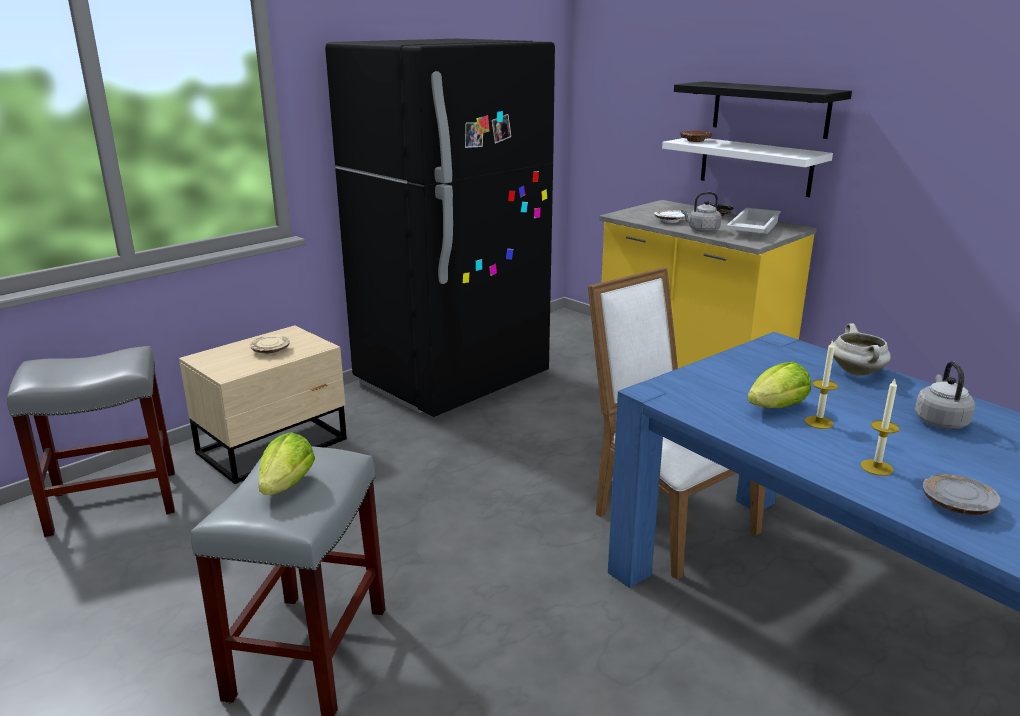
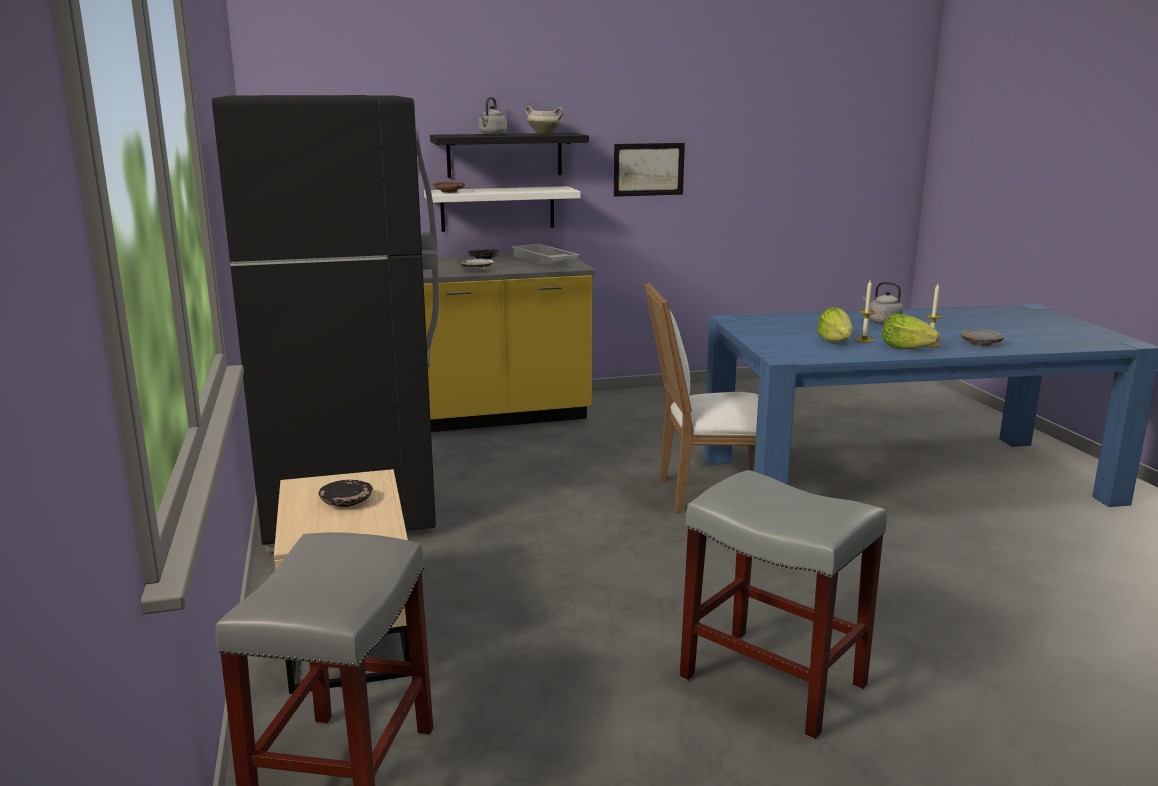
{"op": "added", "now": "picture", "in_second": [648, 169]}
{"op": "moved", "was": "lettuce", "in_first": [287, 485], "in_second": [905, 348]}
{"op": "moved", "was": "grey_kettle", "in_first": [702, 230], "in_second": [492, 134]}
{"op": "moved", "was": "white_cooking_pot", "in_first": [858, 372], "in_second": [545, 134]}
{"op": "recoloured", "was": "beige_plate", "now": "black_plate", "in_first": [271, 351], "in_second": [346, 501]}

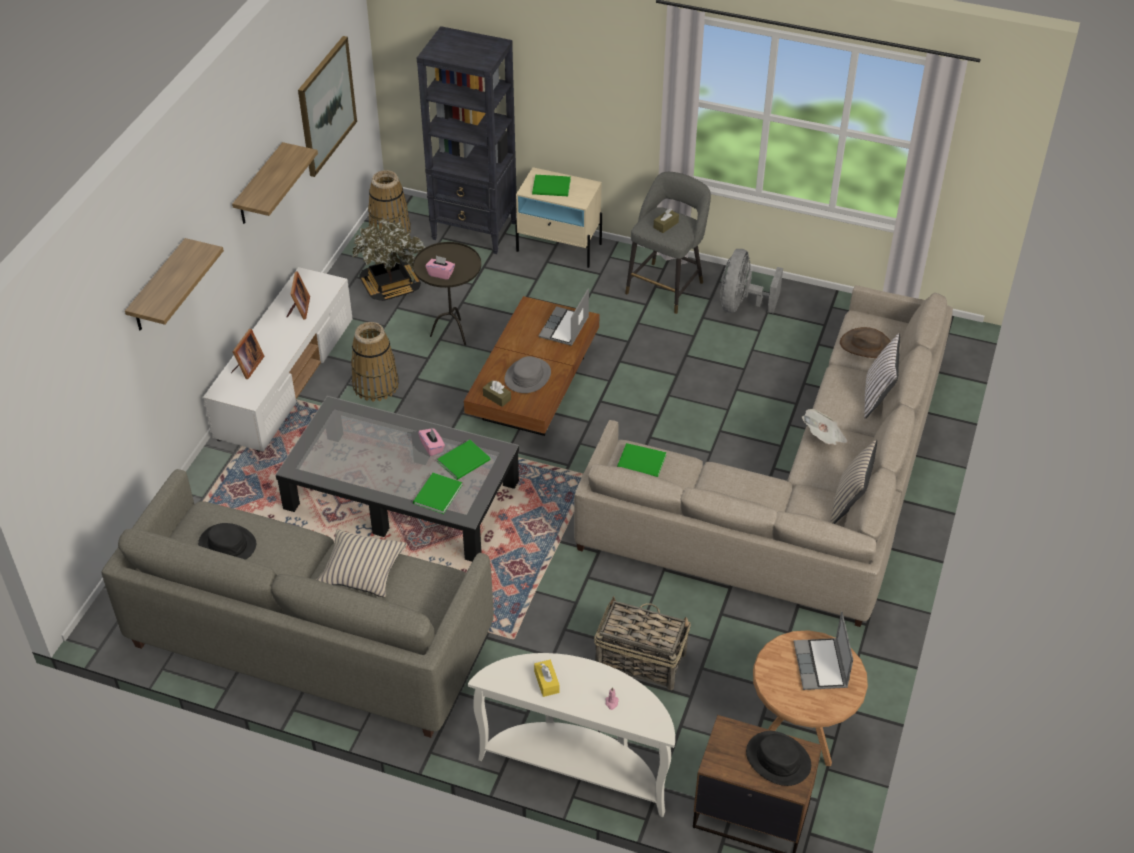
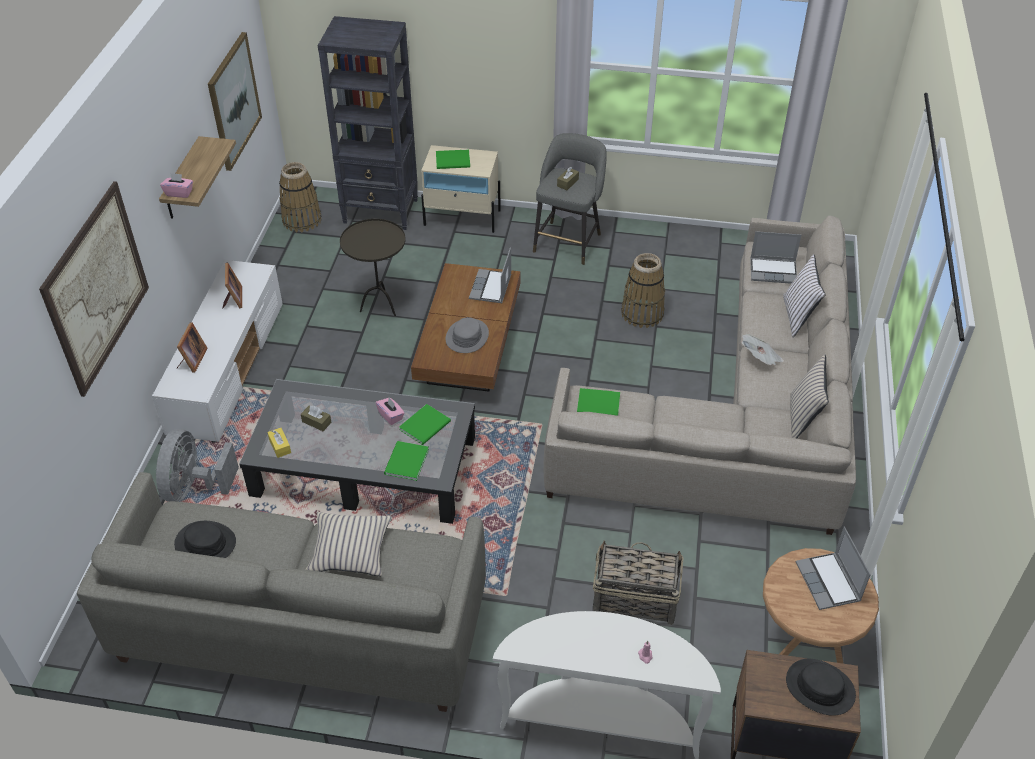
{"op": "removed", "was": "potted_plant", "in_first": [390, 286]}
{"op": "moved", "was": "basket", "in_first": [375, 385], "in_second": [642, 313]}
{"op": "moved", "was": "pink_tissue_box", "in_first": [441, 274], "in_second": [179, 193]}
{"op": "moved", "was": "brown_tissue_box", "in_first": [497, 397], "in_second": [316, 422]}
{"op": "moved", "was": "yellow_tissue_box", "in_first": [546, 682], "in_second": [280, 446]}
{"op": "moved", "was": "grey_fan", "in_first": [741, 305], "in_second": [194, 487]}
{"op": "replaced", "was": "shelf", "now": "picture", "in_first": [158, 287], "in_second": [97, 288]}
{"op": "replaced", "was": "brown_hat", "now": "laptop", "in_first": [866, 345], "in_second": [773, 271]}

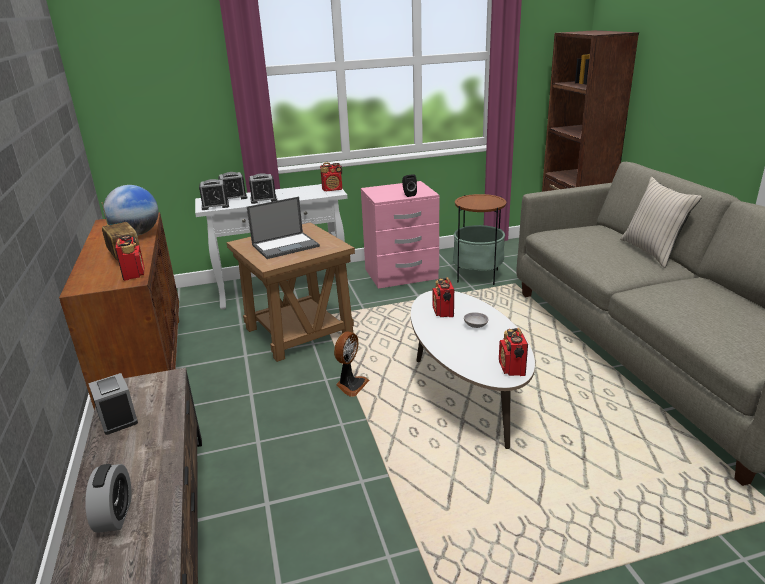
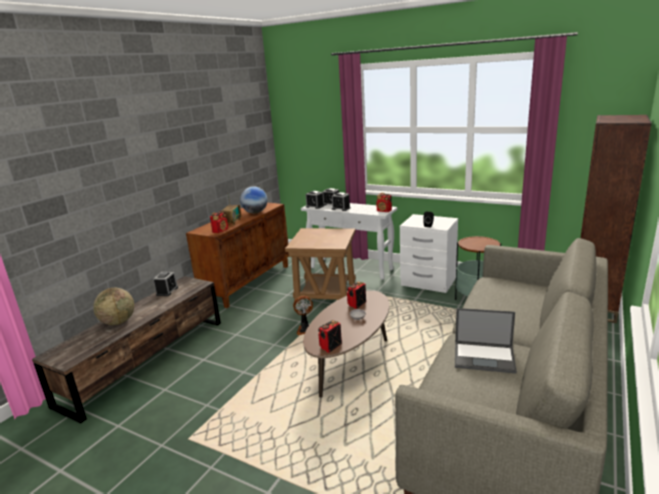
{"op": "removed", "was": "beige_pillow", "in_first": [652, 252]}
{"op": "moved", "was": "laptop", "in_first": [286, 245], "in_second": [485, 357]}
{"op": "replaced", "was": "alarm_clock", "now": "globe", "in_first": [115, 515], "in_second": [118, 322]}
{"op": "recoloured", "was": "pink_nightstand", "now": "white_nightstand", "in_first": [401, 275], "in_second": [428, 282]}
{"op": "recoloured", "was": "white_coffee_table", "now": "brown_coffee_table", "in_first": [466, 390], "in_second": [351, 360]}

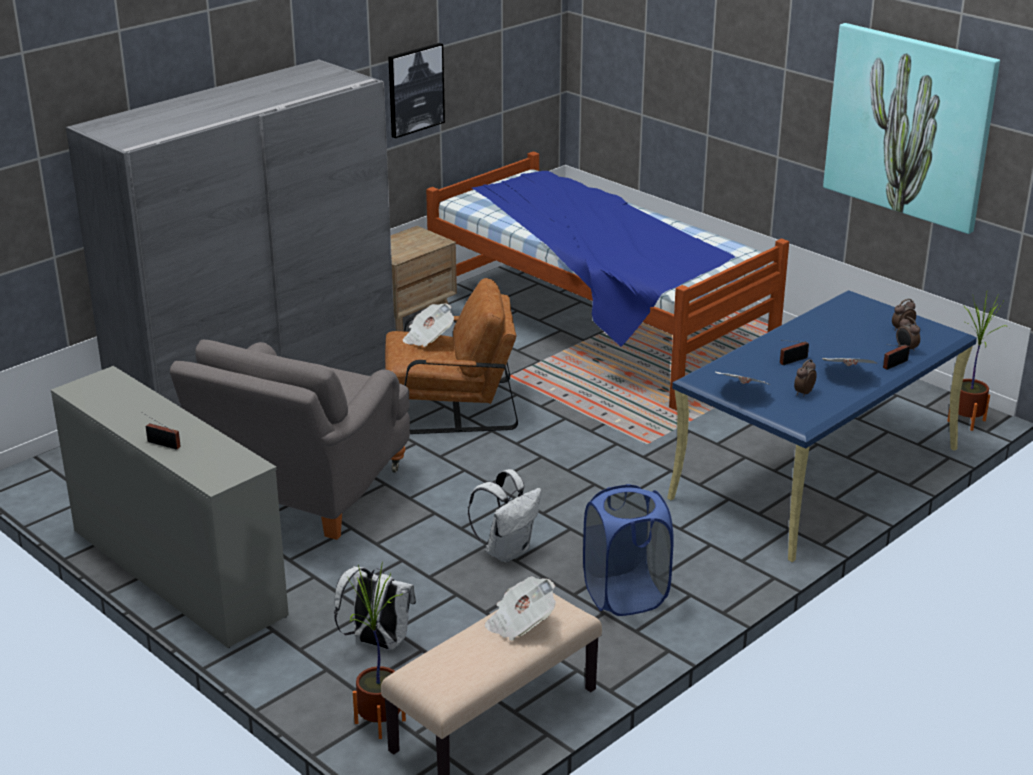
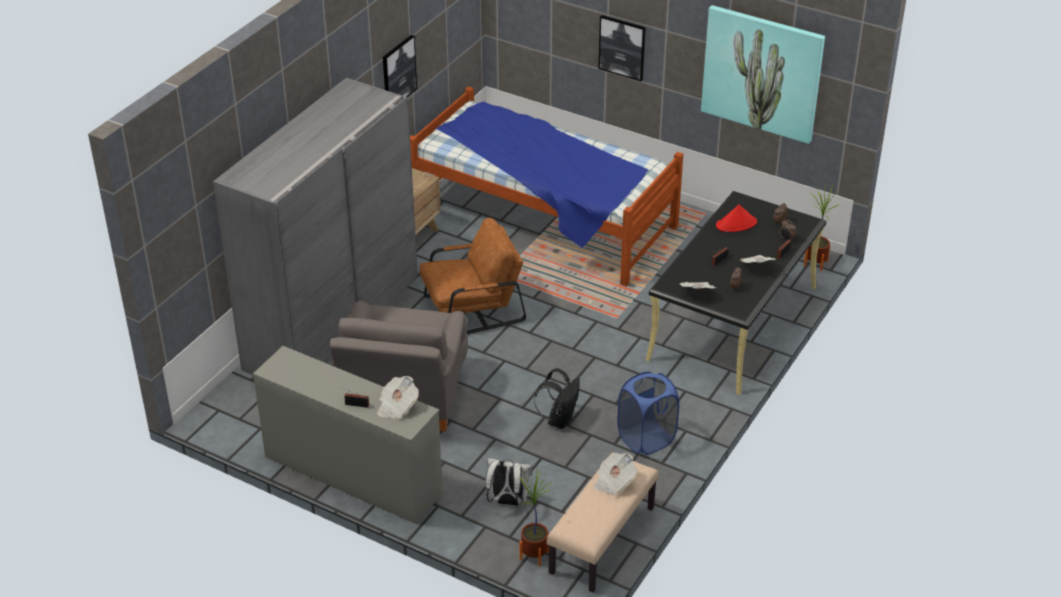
{"op": "added", "now": "picture", "in_second": [622, 47]}
{"op": "added", "now": "red_hat", "in_second": [736, 224]}
{"op": "moved", "was": "newspaper", "in_first": [428, 338], "in_second": [397, 406]}
{"op": "recoloured", "was": "white_backpack", "now": "black_backpack", "in_first": [507, 551], "in_second": [559, 419]}
{"op": "recoloured", "was": "blue_desk", "now": "black_desk", "in_first": [815, 473], "in_second": [732, 323]}

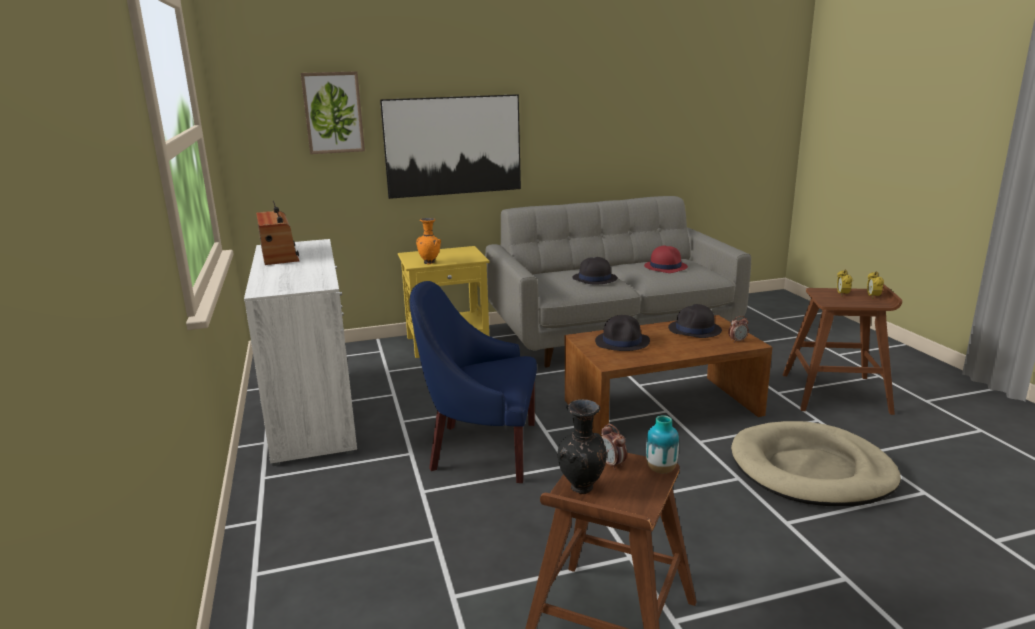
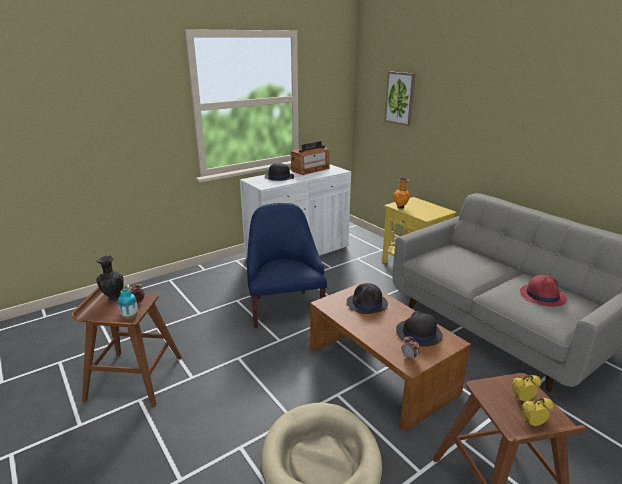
{"op": "removed", "was": "picture", "in_first": [453, 146]}
{"op": "moved", "was": "black_hat", "in_first": [594, 279], "in_second": [279, 177]}

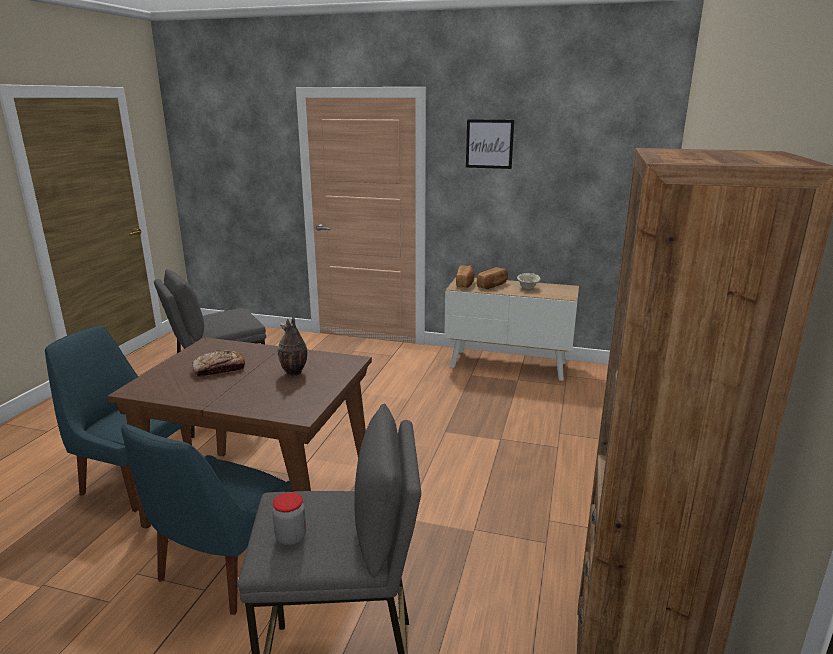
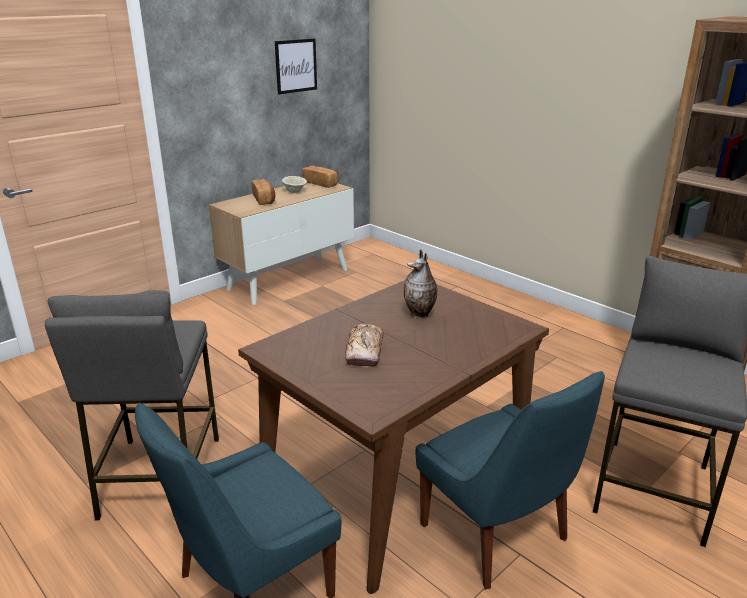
{"op": "removed", "was": "jar", "in_first": [291, 537]}
{"op": "moved", "was": "bread", "in_first": [465, 283], "in_second": [321, 184]}
{"op": "moved", "was": "picture", "in_first": [489, 144], "in_second": [296, 66]}

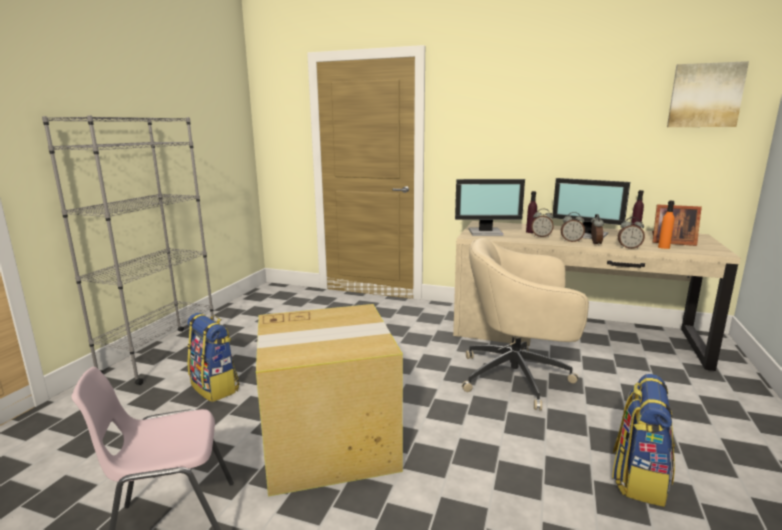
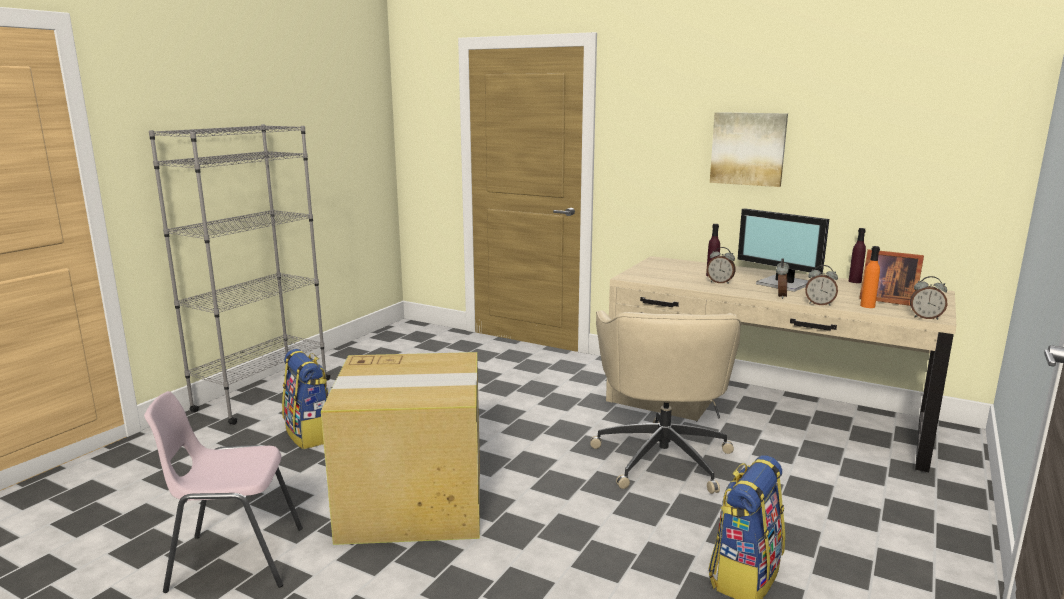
{"op": "removed", "was": "monitor", "in_first": [486, 233]}
{"op": "moved", "was": "alarm_clock", "in_first": [571, 241], "in_second": [925, 317]}
{"op": "moved", "was": "picture", "in_first": [705, 95], "in_second": [748, 148]}
{"op": "turned", "was": "beige_office_chair", "in_first": [518, 377], "in_second": [662, 456], "clockwise": -105}

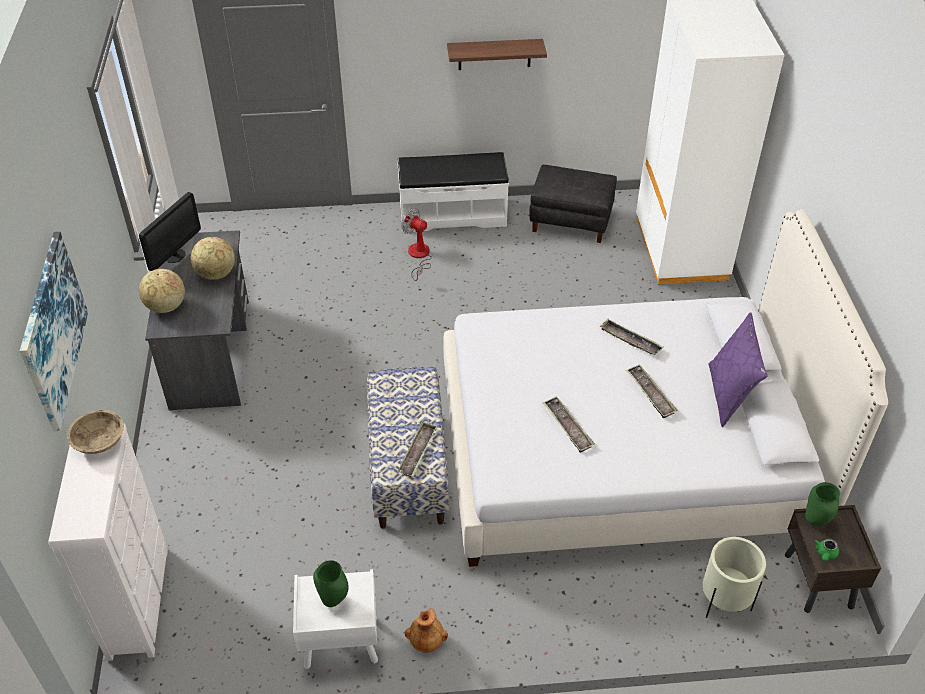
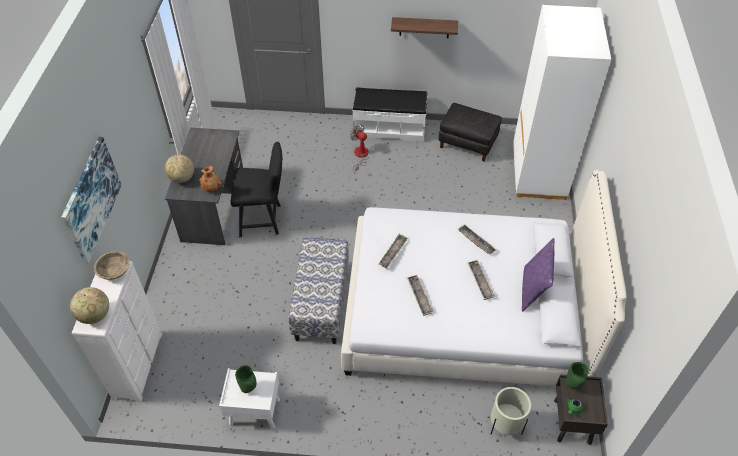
{"op": "removed", "was": "monitor", "in_first": [175, 255]}
{"op": "added", "now": "black_chair", "in_second": [264, 220]}
{"op": "moved", "was": "globe", "in_first": [216, 274], "in_second": [95, 315]}
{"op": "moved", "was": "tray", "in_first": [418, 451], "in_second": [393, 253]}
{"op": "moved", "was": "brown_vase", "in_first": [426, 641], "in_second": [212, 188]}

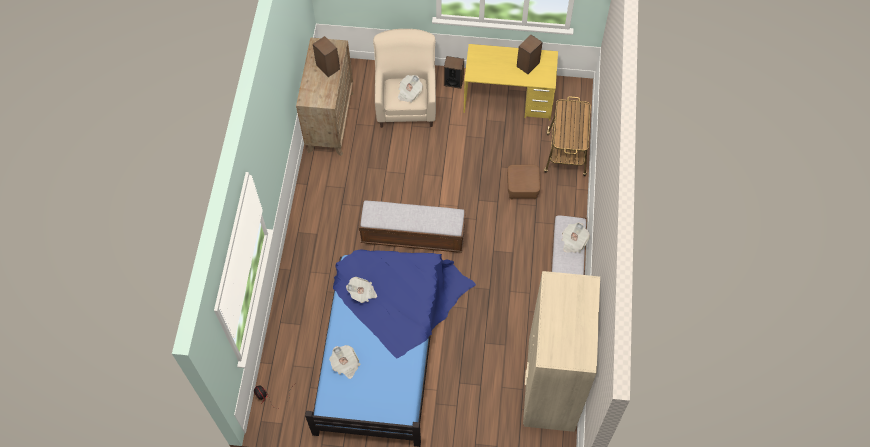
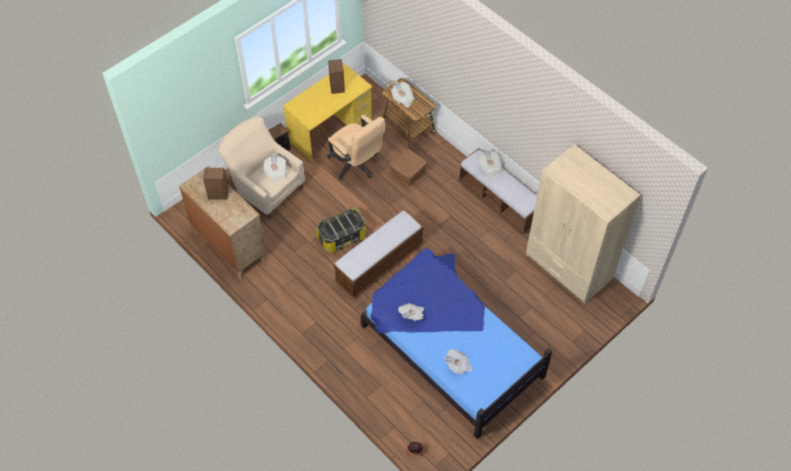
{"op": "added", "now": "storage_box", "in_second": [342, 237]}
{"op": "added", "now": "beige_office_chair", "in_second": [356, 165]}
{"op": "added", "now": "newspaper", "in_second": [403, 98]}

